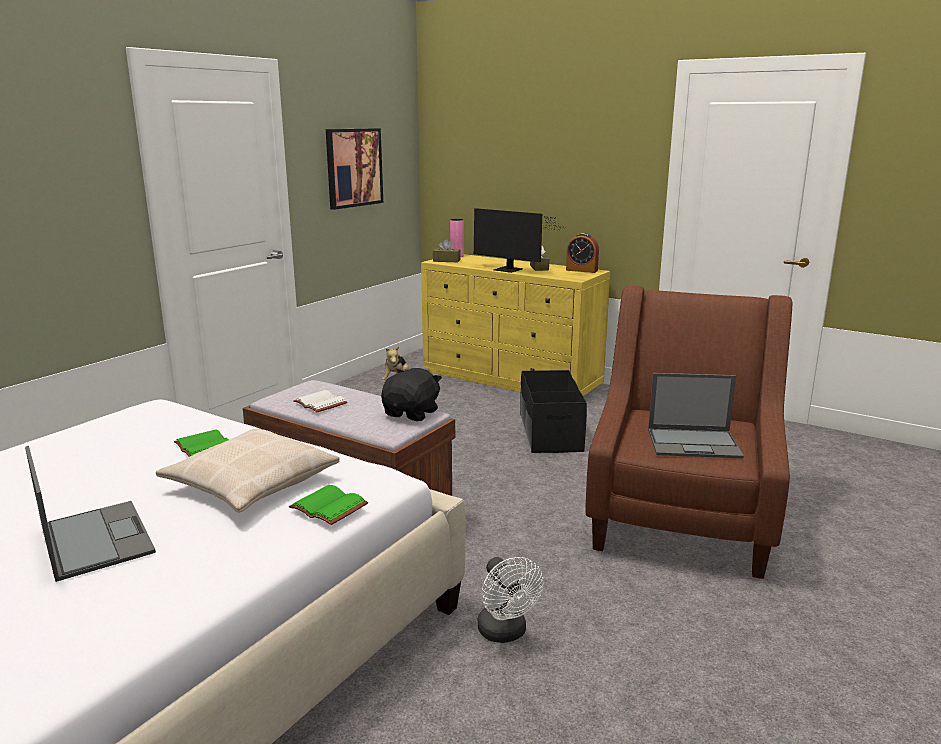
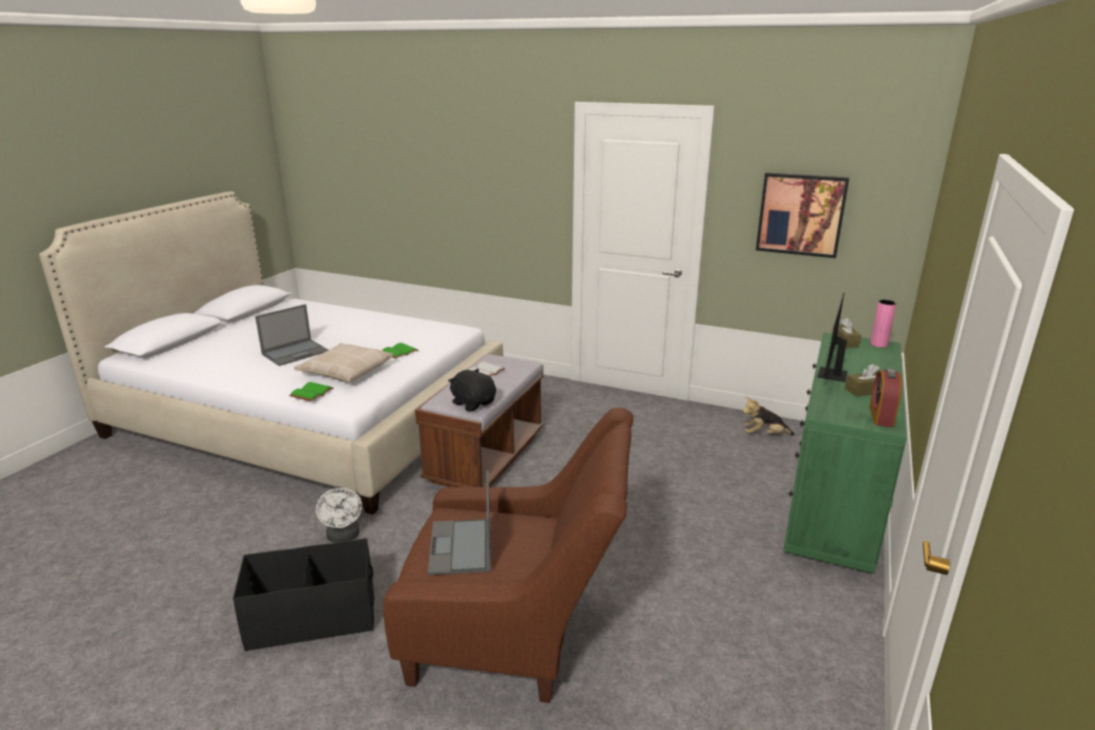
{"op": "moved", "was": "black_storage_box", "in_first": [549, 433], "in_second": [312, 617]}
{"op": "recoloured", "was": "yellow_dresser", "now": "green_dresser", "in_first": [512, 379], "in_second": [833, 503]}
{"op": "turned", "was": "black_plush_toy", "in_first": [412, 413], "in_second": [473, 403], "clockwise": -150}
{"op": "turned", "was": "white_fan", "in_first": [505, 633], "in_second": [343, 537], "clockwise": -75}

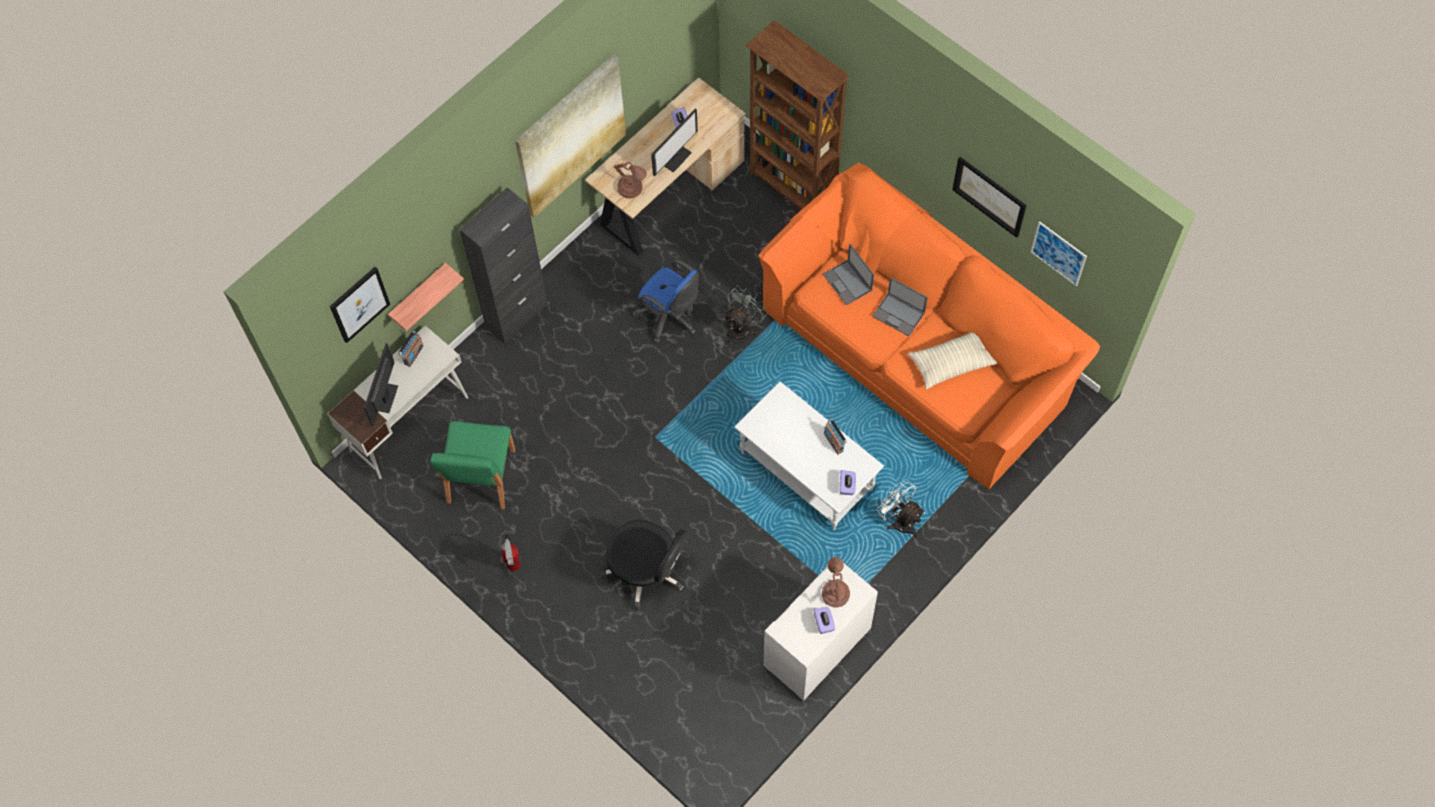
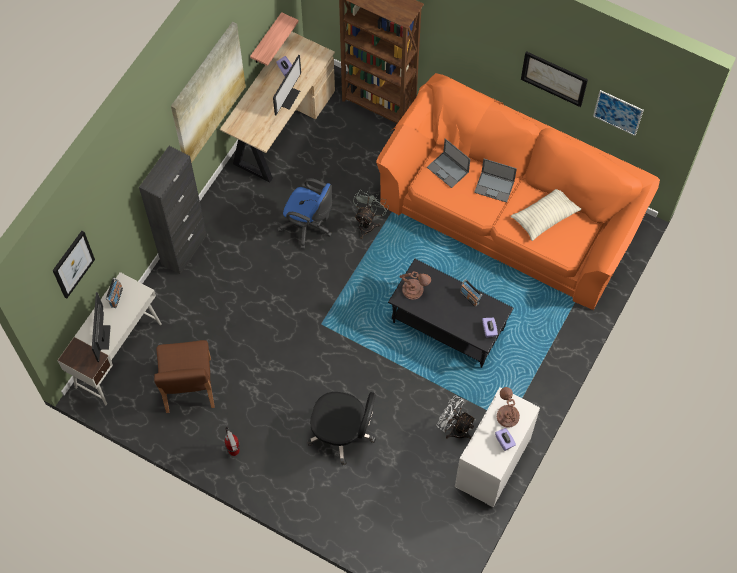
{"op": "moved", "was": "shelf", "in_first": [419, 295], "in_second": [266, 40]}
{"op": "moved", "was": "brown_table_lamp", "in_first": [632, 189], "in_second": [414, 290]}
{"op": "moved", "was": "white_fan", "in_first": [900, 520], "in_second": [455, 428]}
{"op": "recoloured", "was": "green_chair", "now": "brown_chair", "in_first": [480, 477], "in_second": [188, 386]}
{"op": "recoloured", "was": "white_coffee_table", "now": "black_coffee_table", "in_first": [807, 471], "in_second": [449, 325]}

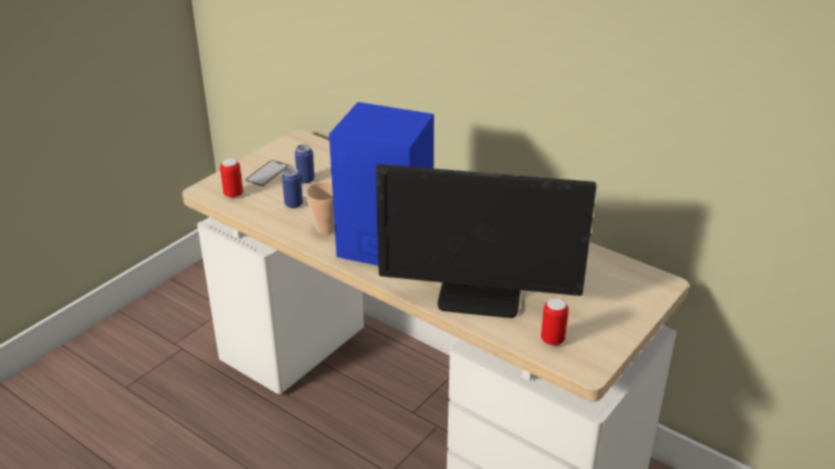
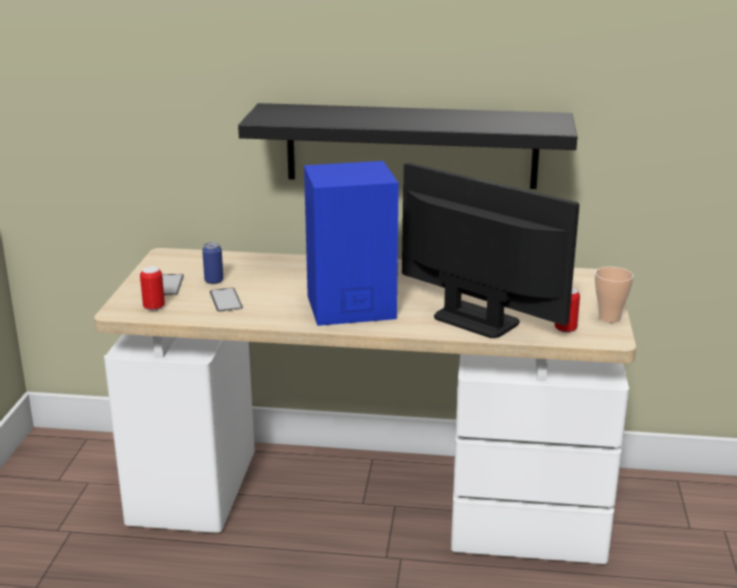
{"op": "added", "now": "black_shelf", "in_second": [411, 146]}
{"op": "moved", "was": "cup", "in_first": [326, 229], "in_second": [609, 318]}
{"op": "replaced", "was": "can", "now": "phone", "in_first": [293, 204], "in_second": [226, 300]}
{"op": "turned", "was": "monitor", "in_first": [479, 298], "in_second": [476, 320], "clockwise": -120}

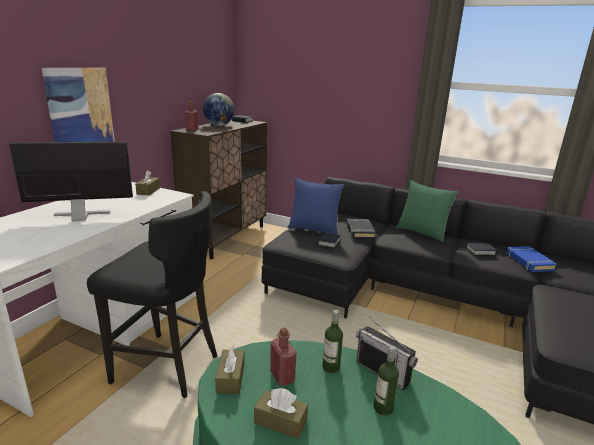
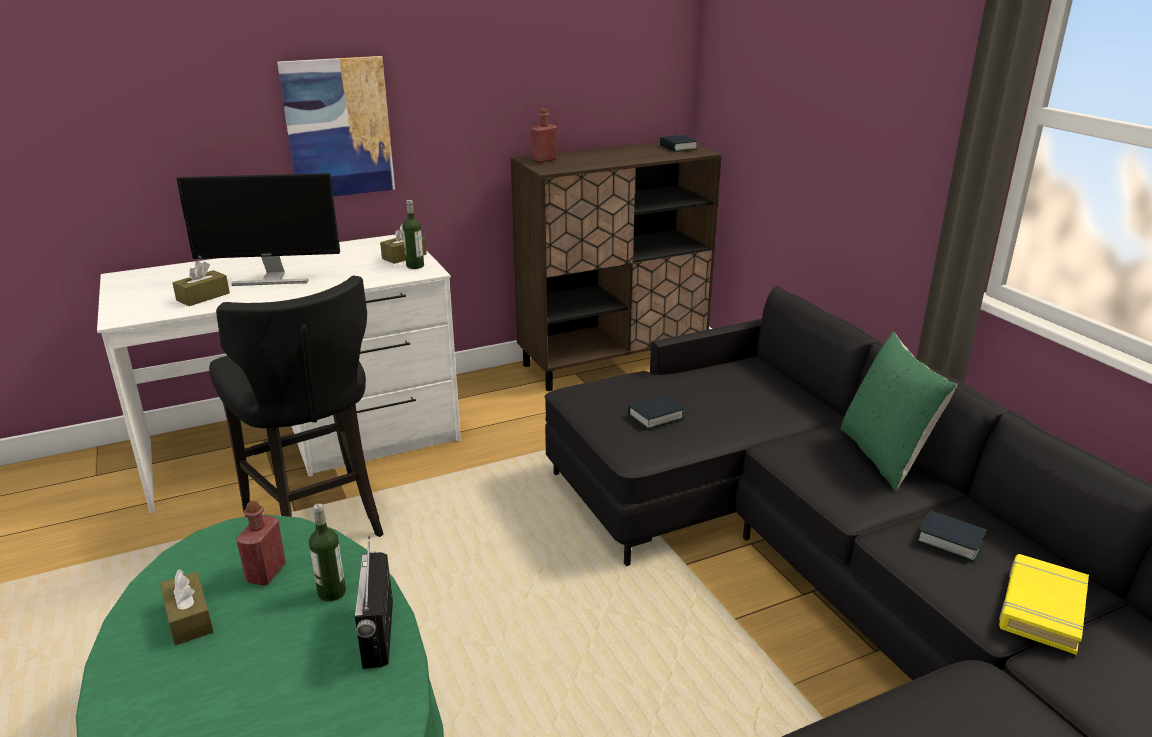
{"op": "removed", "was": "globe", "in_first": [219, 125]}
{"op": "removed", "was": "blue_pillow", "in_first": [314, 229]}
{"op": "removed", "was": "black_book", "in_first": [359, 231]}
{"op": "moved", "was": "brown_tissue_box", "in_first": [230, 378], "in_second": [203, 297]}
{"op": "moved", "was": "bottle", "in_first": [383, 408], "in_second": [415, 266]}
{"op": "recoloured", "was": "blue_book", "now": "yellow_book", "in_first": [529, 262], "in_second": [1041, 608]}
{"op": "turned", "was": "monitor", "in_first": [81, 217], "in_second": [272, 278], "clockwise": 150}

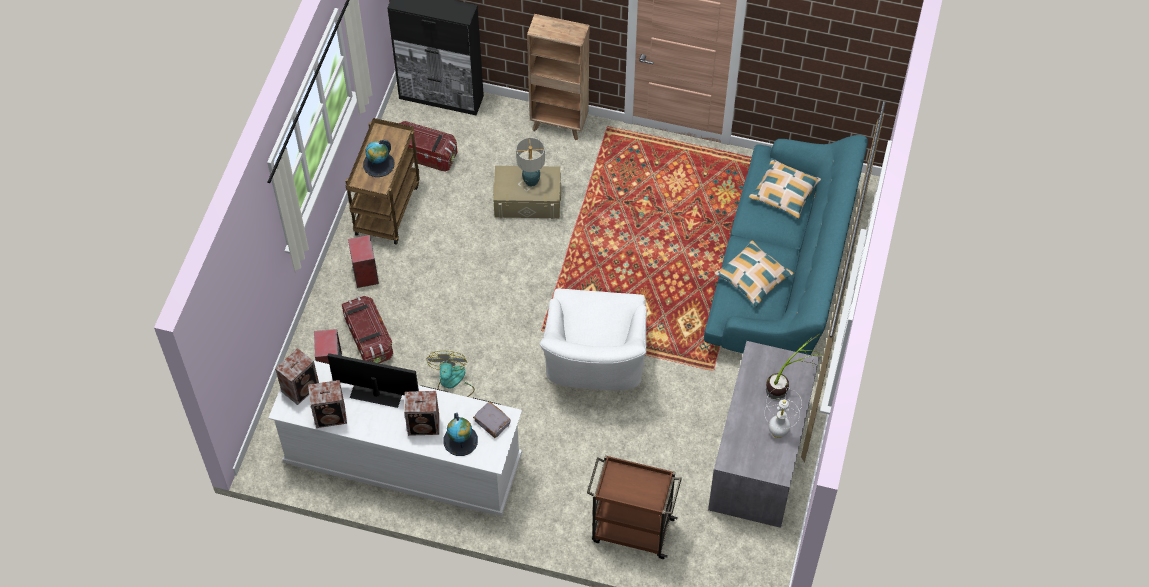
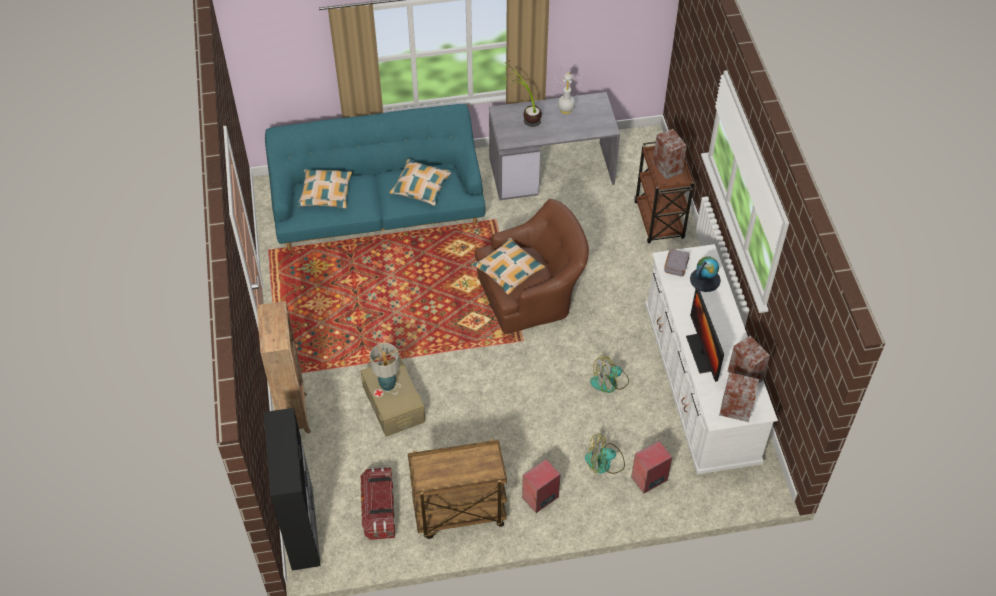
{"op": "removed", "was": "globe", "in_first": [378, 164]}
{"op": "added", "now": "pillow", "in_second": [509, 270]}
{"op": "moved", "was": "speaker", "in_first": [424, 425], "in_second": [667, 166]}
{"op": "replaced", "was": "storage_box", "now": "fan", "in_first": [369, 338], "in_second": [604, 462]}
{"op": "recoloured", "was": "white_armchair", "now": "brown_armchair", "in_first": [594, 362], "in_second": [532, 294]}

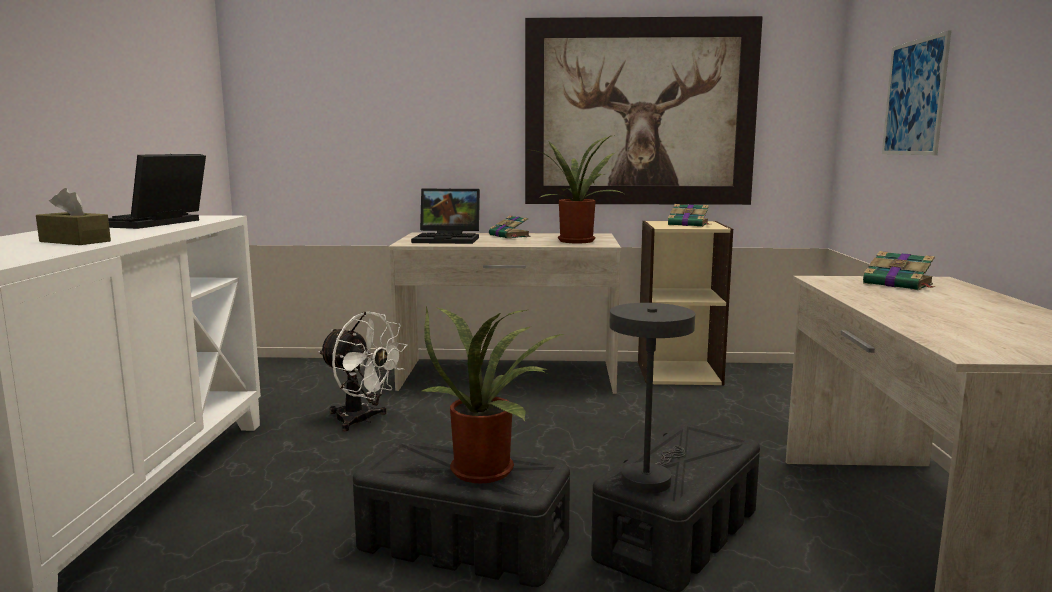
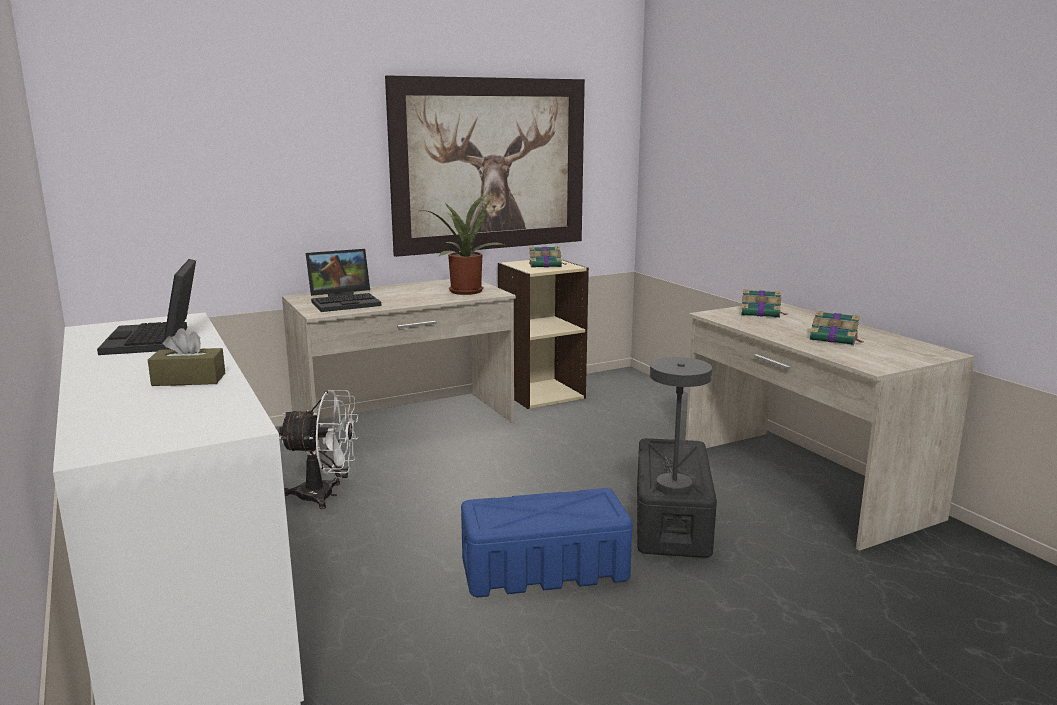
{"op": "removed", "was": "potted_plant", "in_first": [488, 469]}
{"op": "removed", "was": "picture", "in_first": [914, 97]}
{"op": "moved", "was": "book", "in_first": [510, 236], "in_second": [835, 339]}
{"op": "recoloured", "was": "black_storage_box", "now": "blue_storage_box", "in_first": [462, 544], "in_second": [543, 569]}

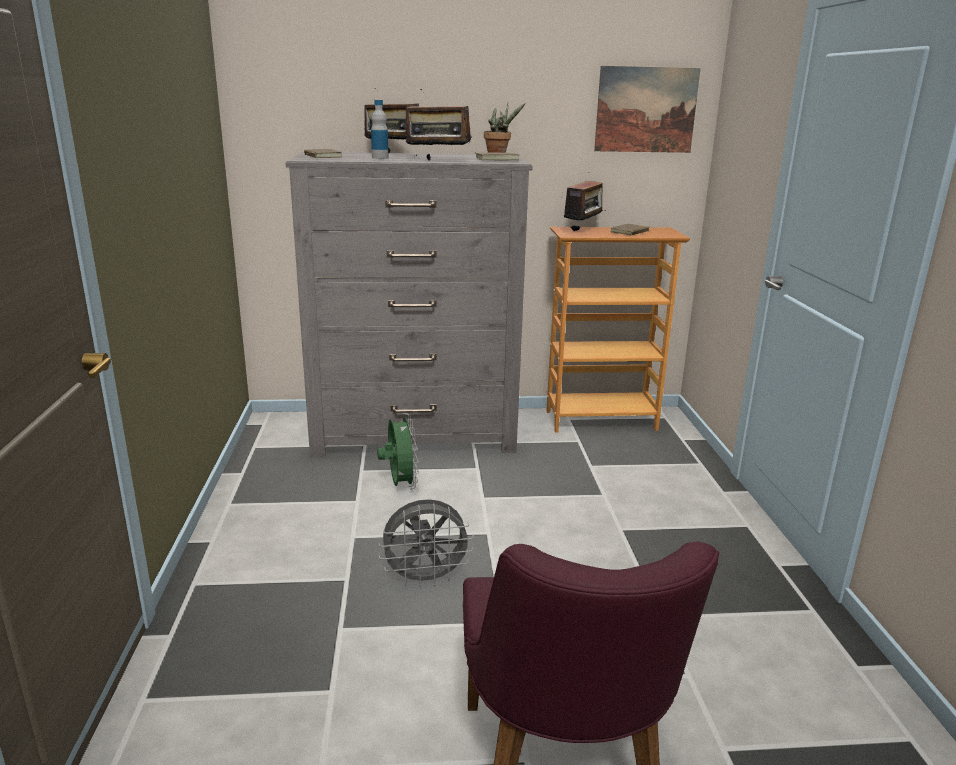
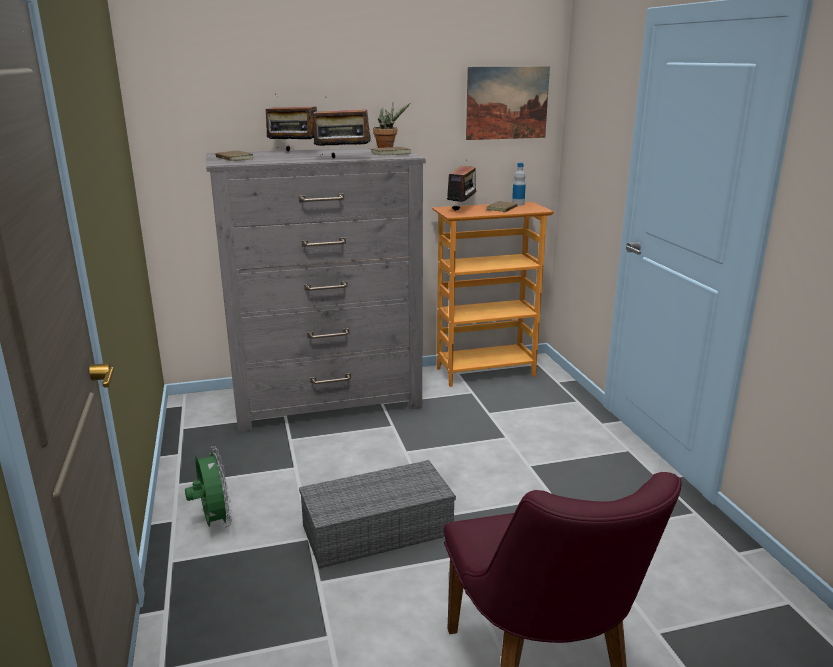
{"op": "moved", "was": "bottle", "in_first": [380, 158], "in_second": [518, 204]}
{"op": "moved", "was": "green_fan", "in_first": [400, 484], "in_second": [214, 522]}
{"op": "replaced", "was": "grey_fan", "now": "grey_storage_box", "in_first": [426, 579], "in_second": [379, 529]}

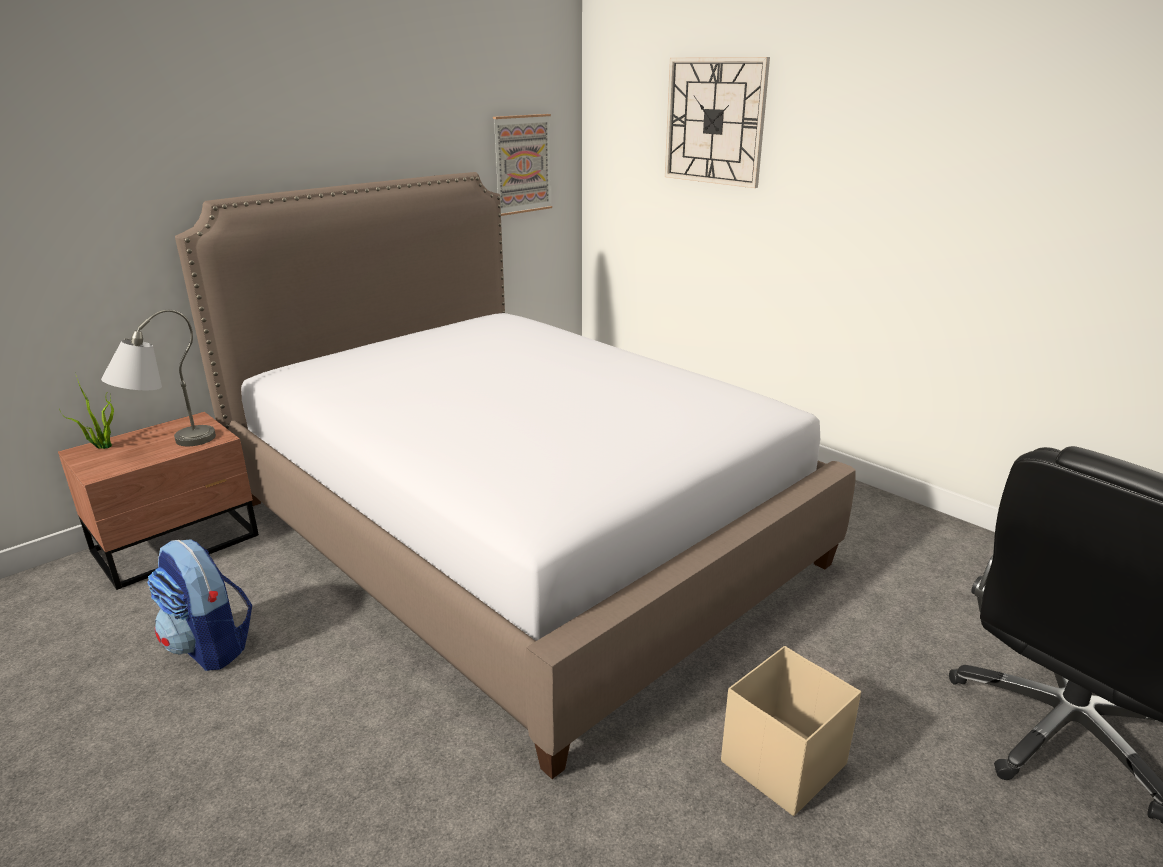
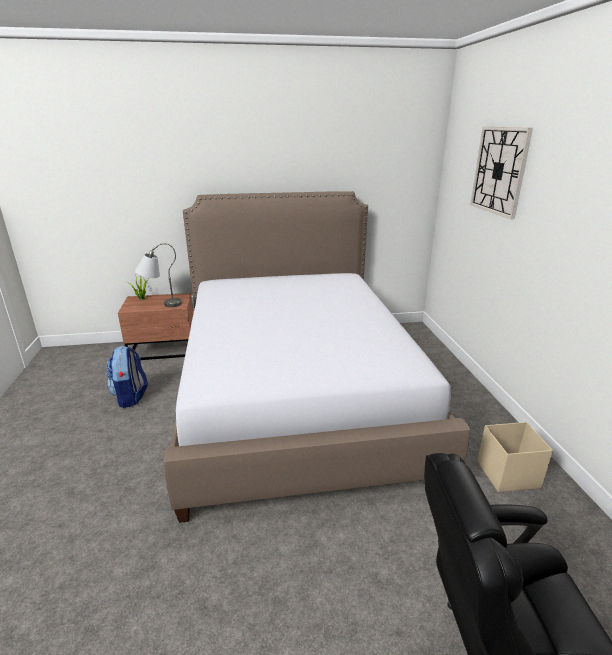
{"op": "removed", "was": "picture", "in_first": [522, 164]}
{"op": "moved", "was": "beige_storage_box", "in_first": [781, 764], "in_second": [506, 474]}

